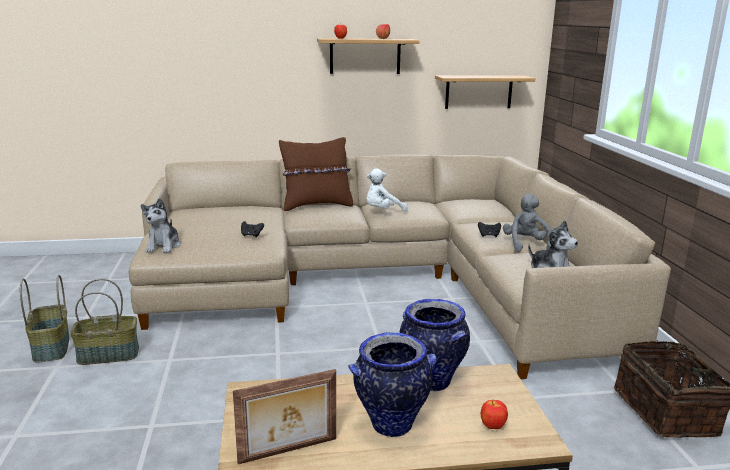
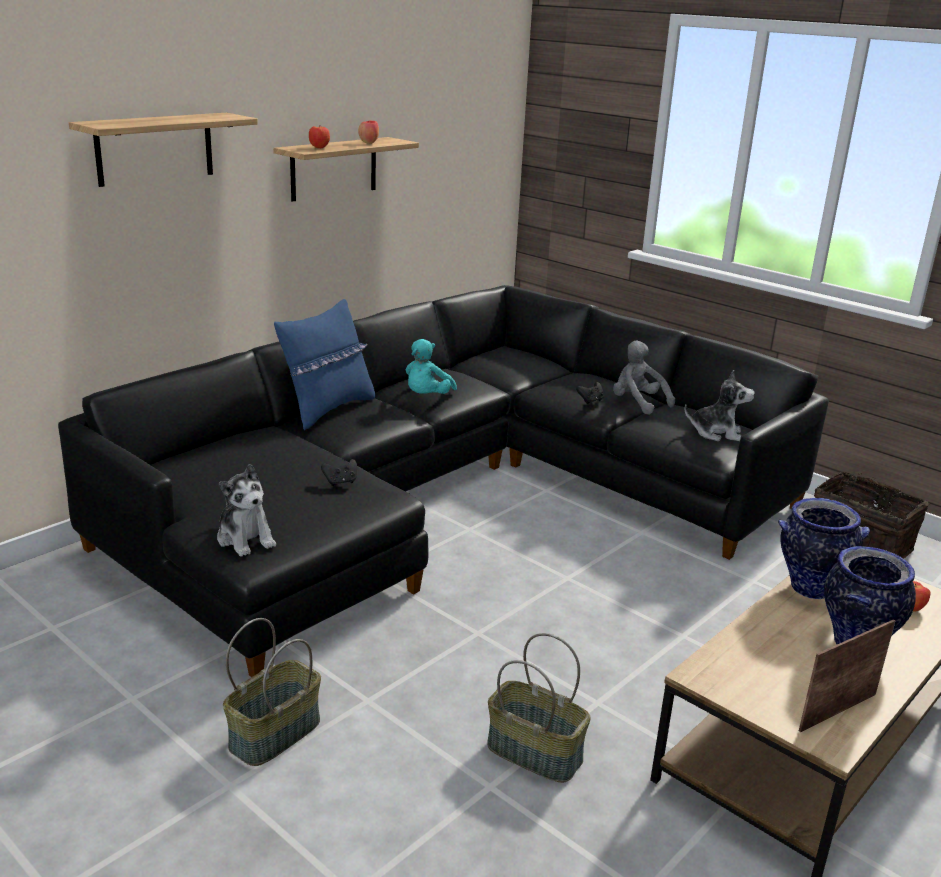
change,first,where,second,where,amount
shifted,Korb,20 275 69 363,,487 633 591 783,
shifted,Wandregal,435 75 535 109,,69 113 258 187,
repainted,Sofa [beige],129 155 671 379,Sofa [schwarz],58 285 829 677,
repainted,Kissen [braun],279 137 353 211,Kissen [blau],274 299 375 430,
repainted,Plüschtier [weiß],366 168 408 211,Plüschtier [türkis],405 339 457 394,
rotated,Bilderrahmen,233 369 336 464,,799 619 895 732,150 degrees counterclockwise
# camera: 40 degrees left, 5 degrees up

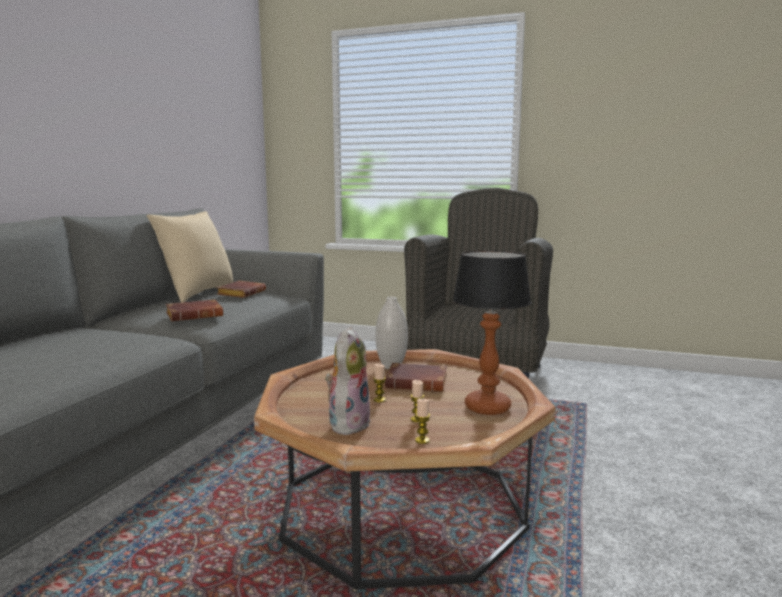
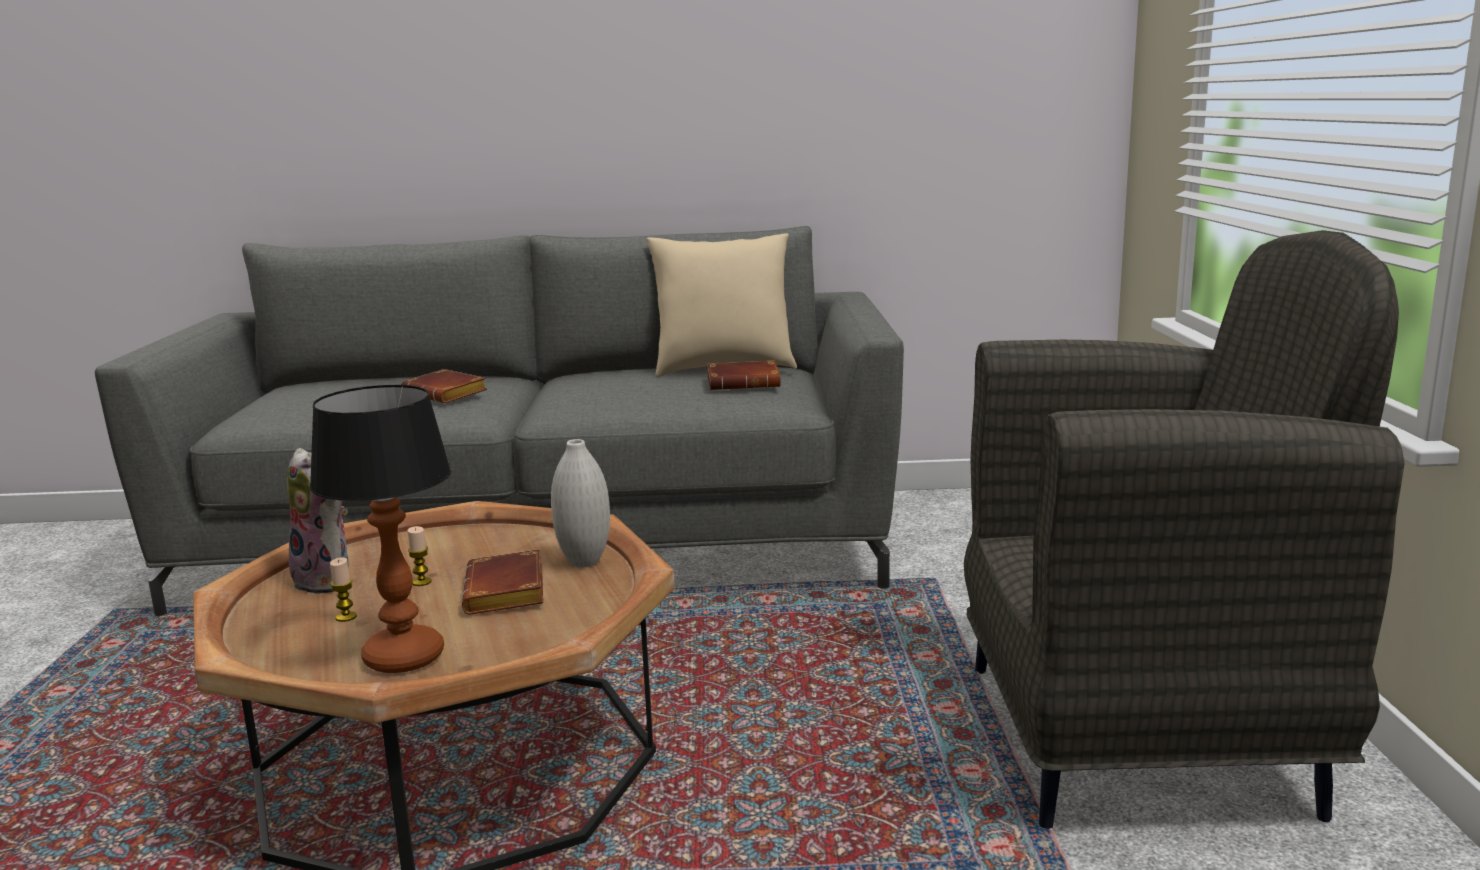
change,first,where,second,where,amount
gone,Kerze,415 398 430 444,,,
shifted,Buch [braun],166 299 223 321,,401 369 487 403,
rotated,Plüschtier,325 327 371 435,,287 448 349 595,45 degrees clockwise
# camera: 70 degrees right, 5 degrees up

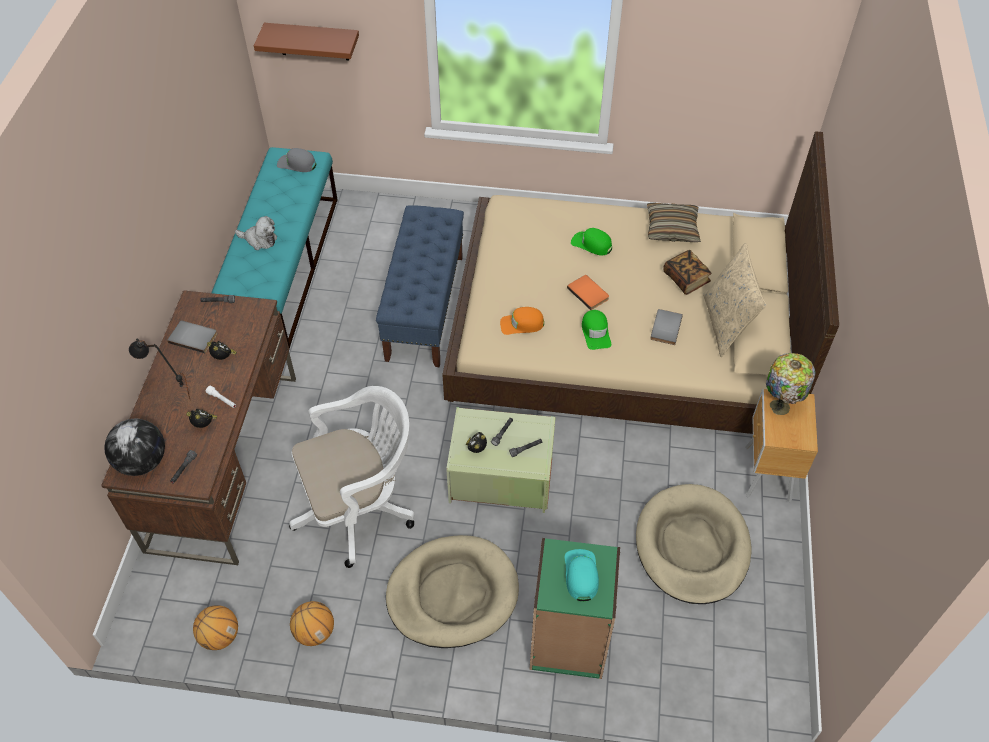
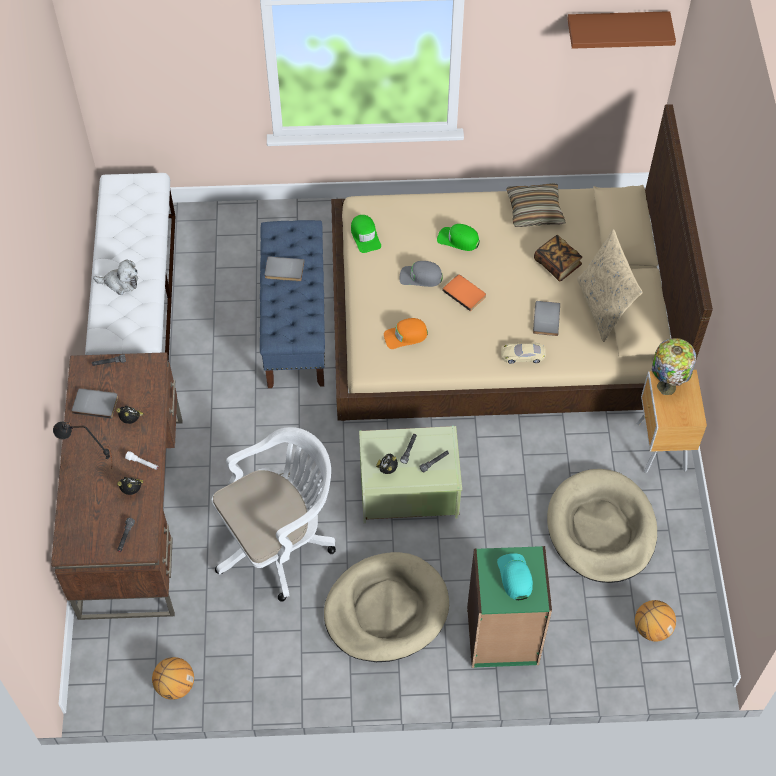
change,first,where,second,where,amount
gone,Globus,105 418 165 476,,,
new,,,Buch [grau],265 256 304 281,
new,,,Spielzeugauto [beige],501 341 546 364,
shifted,Wandregal [braun],254 23 359 60,,567 11 676 49,
shifted,Kappe [grau],277 148 316 172,,399 261 442 287,
shifted,Basketball,290 601 334 646,,635 600 676 642,
shifted,Kappe [grün],582 310 611 350,,351 215 381 253,
repainted,Bank [türkis],211 147 338 349,Bank [weiß],85 173 176 362,
# camera: 10 degrees left, 5 degrees up

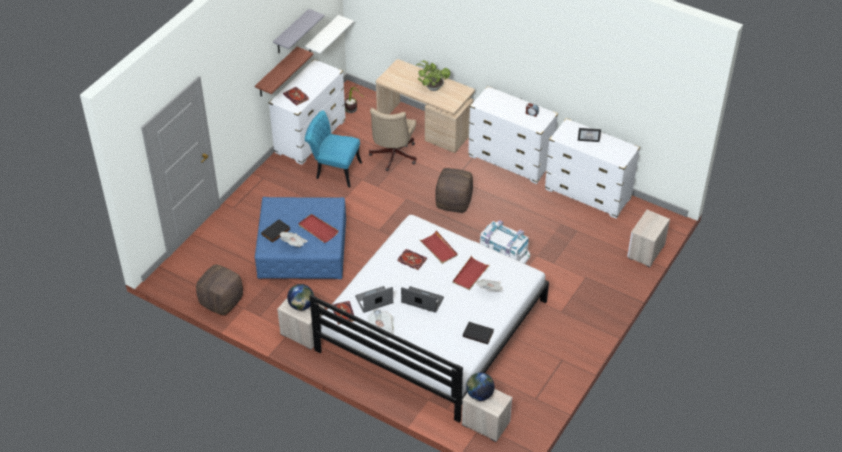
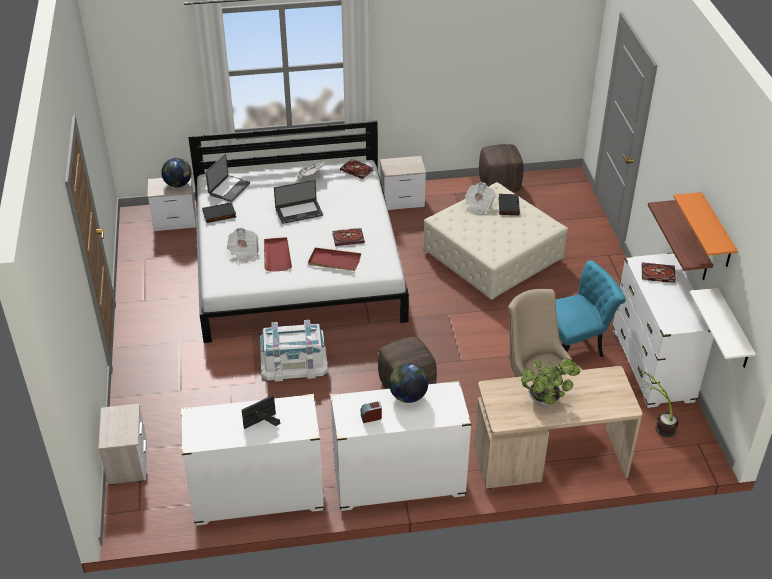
change,first,where,second,where,amount
gone,Tablett [rot],298 214 338 243,,,
shifted,Globus,287 284 314 311,,389 363 428 403,
shifted,Laptop,355 286 393 313,,205 154 250 202,
repainted,Polsterhocker [blau],255 197 346 279,Polsterhocker [beige],423 182 568 300,
repainted,Wandregal [grau],273 9 325 53,Wandregal [orange],673 192 738 267,
# camera: 140 degrees right, 5 degrees down

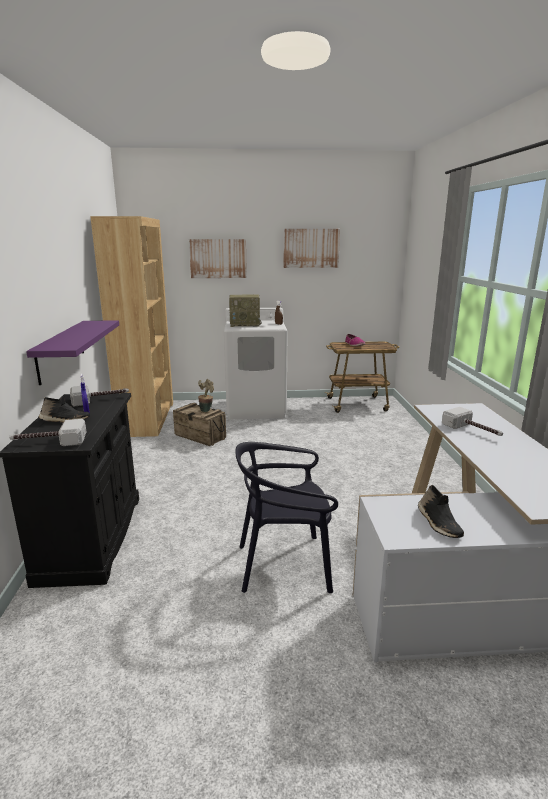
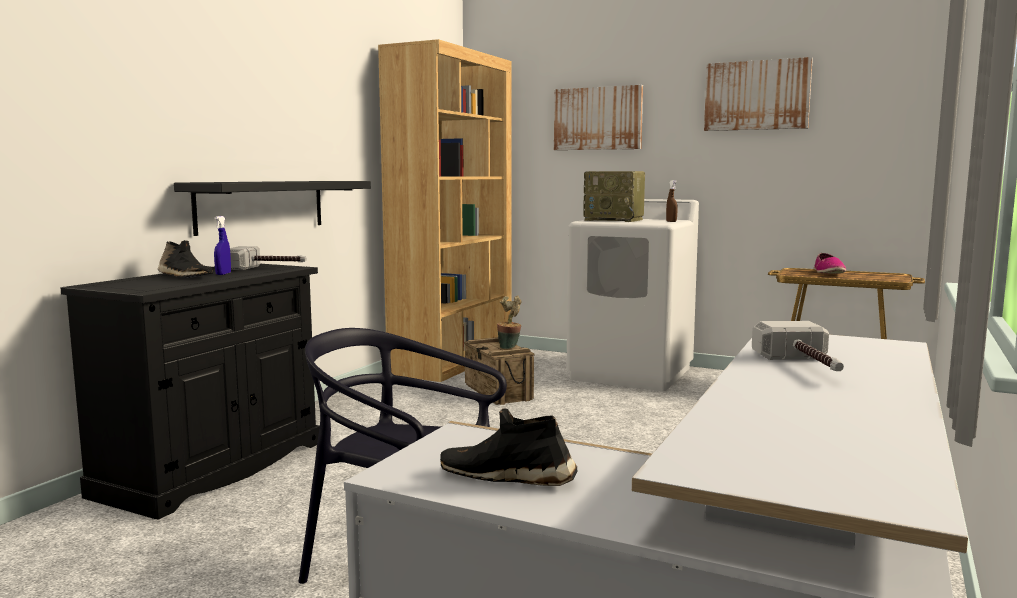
change,first,where,second,where,amount
gone,Hammer,9 419 87 446,,,
repainted,Wandregal [lila],26 320 119 385,Wandregal [schwarz],174 181 371 236,
rotated,Schuh [schwarz],418 485 464 538,,440 409 577 486,90 degrees clockwise
# camera: 30 degrees right, 10 degrees down

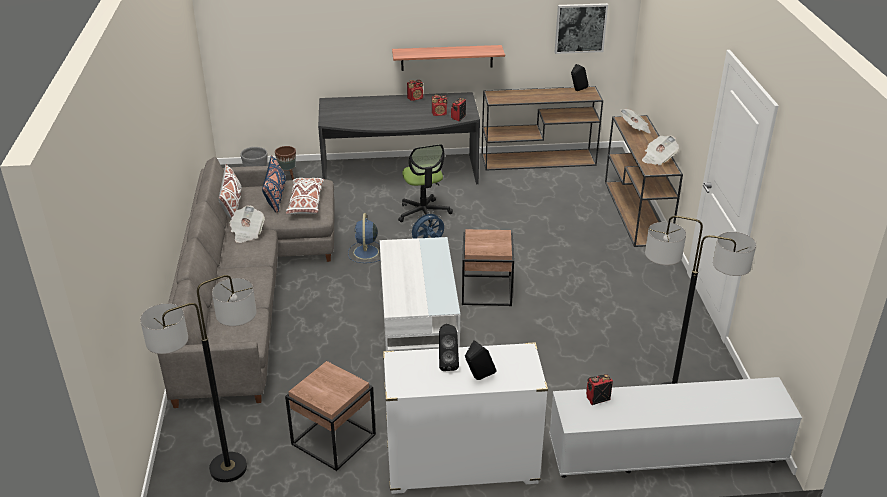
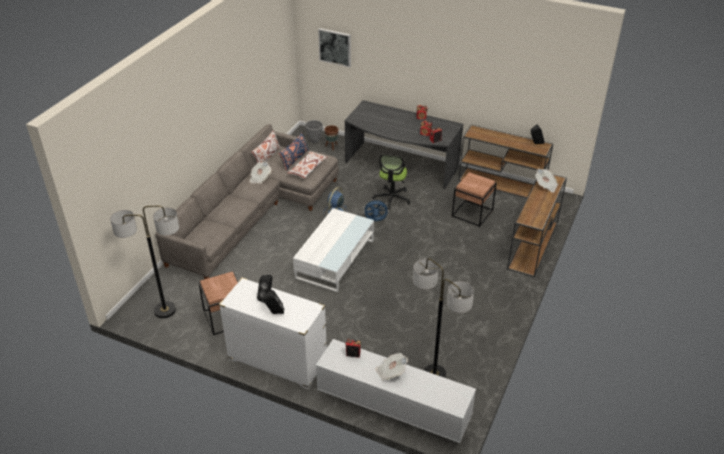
change,first,where,second,where,amount
gone,Wandregal,392 45 505 71,,,
shifted,Beistelltisch [braun],462 229 514 306,,452 172 497 227,
shifted,Bild,555 3 608 54,,318 28 351 67,
shifted,Zeitung,642 136 679 165,,375 353 408 381,
# camera: 30 degrees right, 5 degrees up

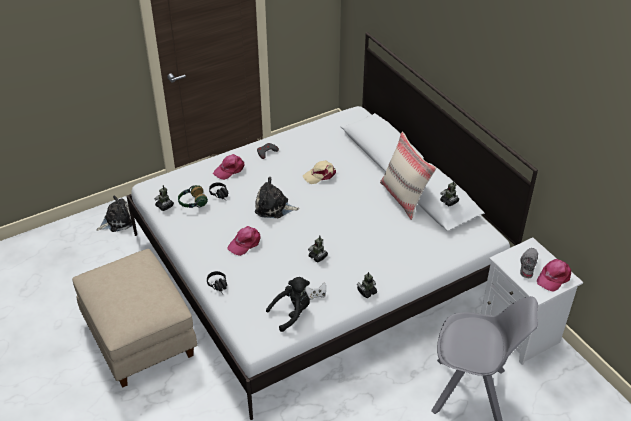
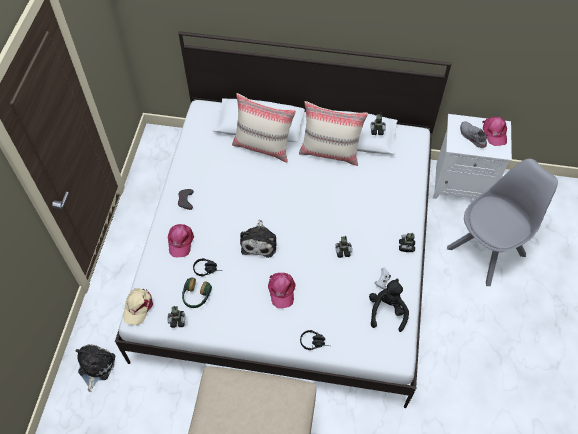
change,first,where,second,where,amount
new,,,Kissen [beige],232 93 296 163,
shifted,Kappe [beige],303 160 336 184,,123 288 153 325,
rotated,Plüschtier,255 177 300 218,,240 220 276 258,45 degrees counterclockwise
# camera: 50 degrees left, 15 degrees up

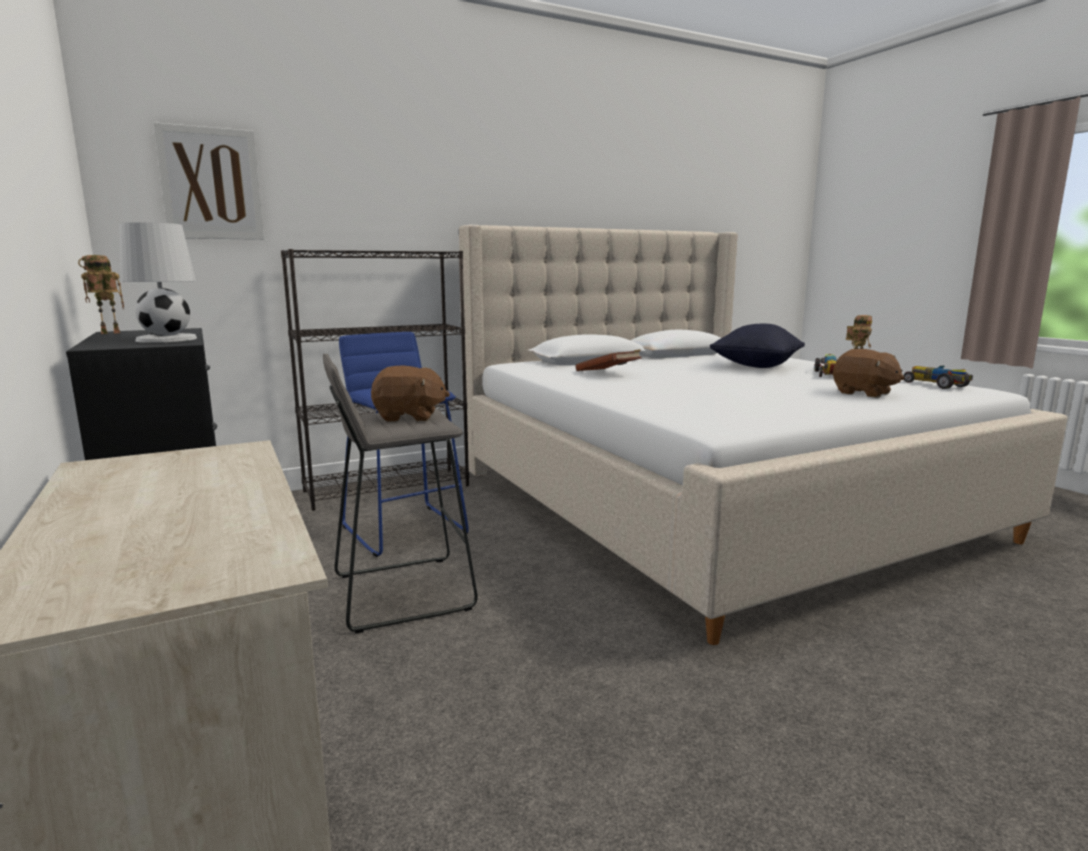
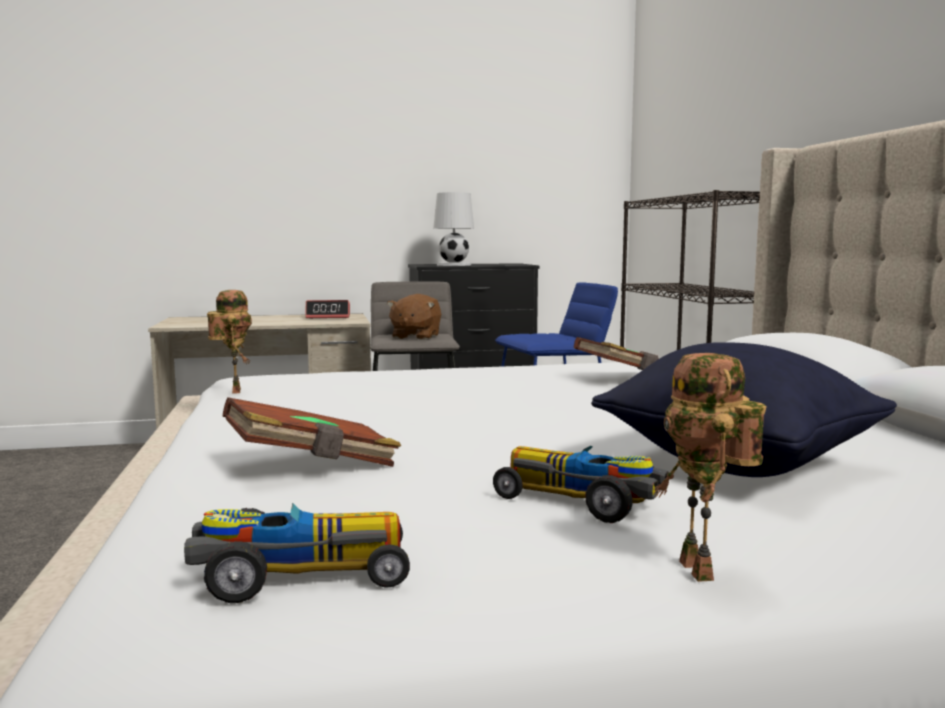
change,first,where,second,where,amount
gone,Bild,154 122 264 240,,,
new,,,Wecker,305 300 350 319,
shifted,Spielzeugroboter,78 255 124 334,,207 290 252 394,
swapped,Plüschtier [braun],833 349 905 398,Buch [braun],223 397 401 467,
# camera: 105 degrees right, 5 degrees down

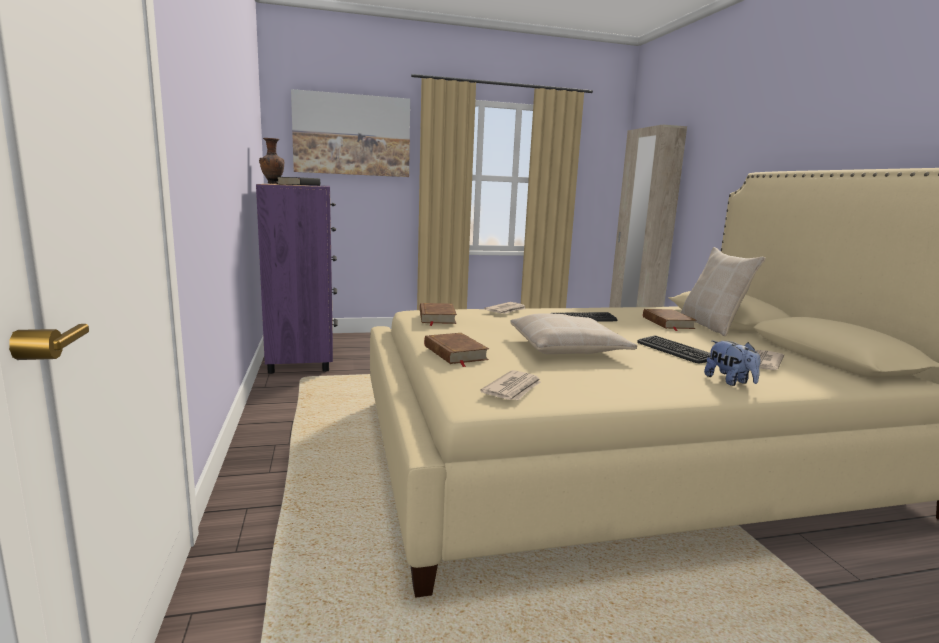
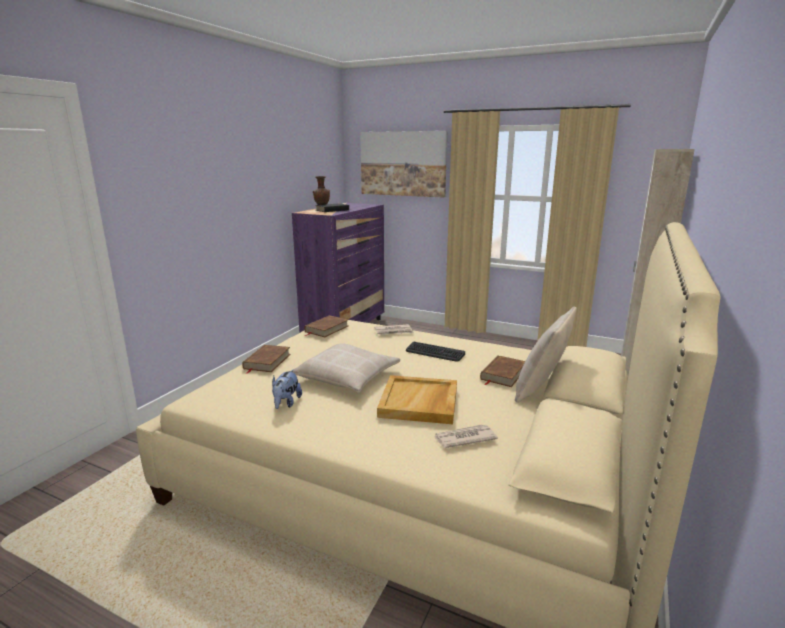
change,first,where,second,where,amount
gone,Zeitung,480 370 541 400,,,
shifted,Plüschtier,704 340 760 386,,272 370 302 409,
swapped,Tastatur,637 336 711 363,Tablett [beige],377 375 457 424,
# camera: 40 degrees right, 5 degrees up

